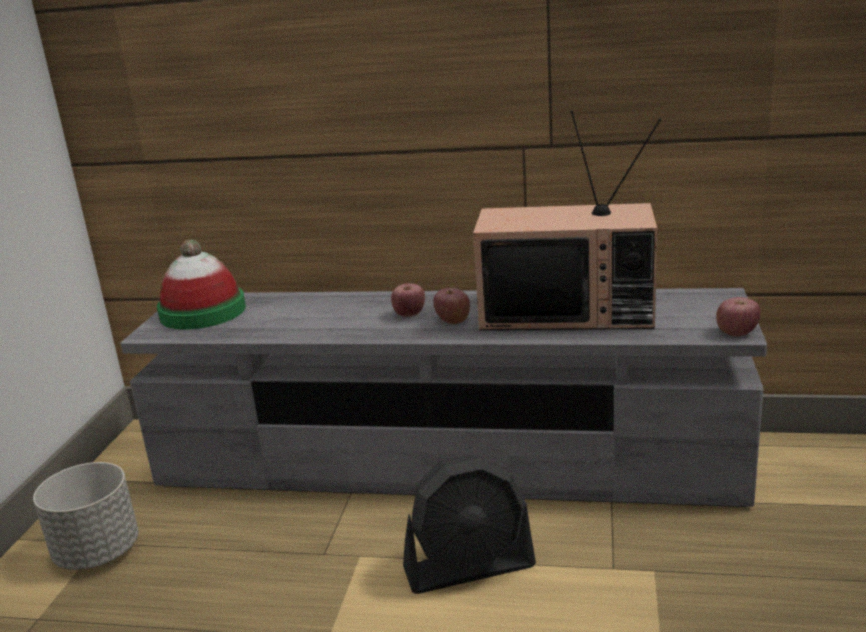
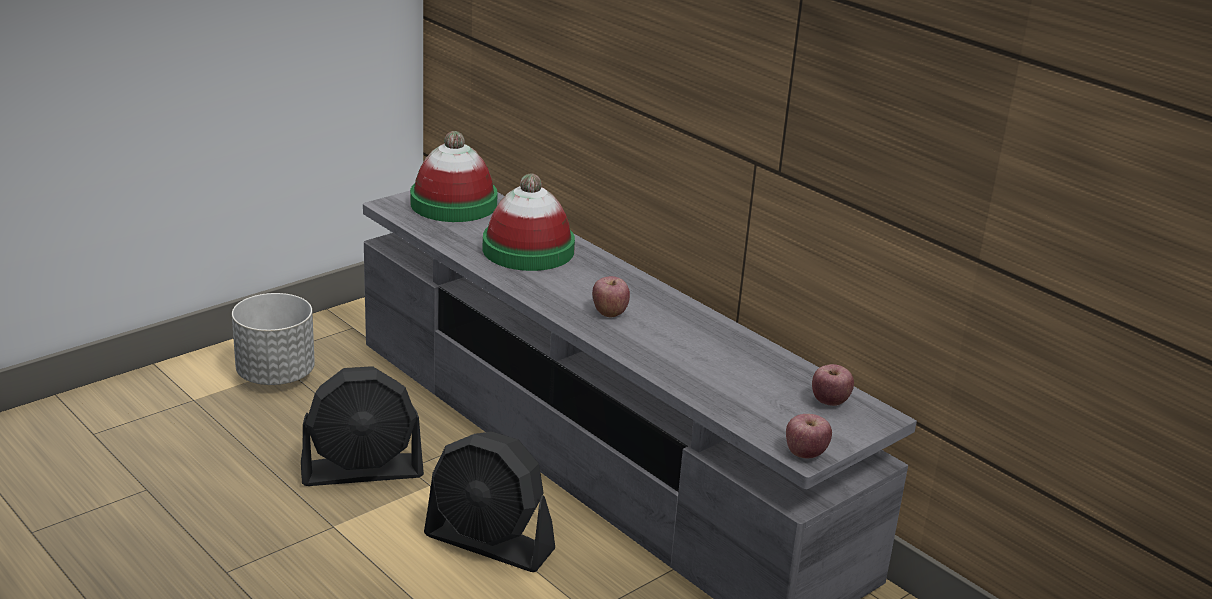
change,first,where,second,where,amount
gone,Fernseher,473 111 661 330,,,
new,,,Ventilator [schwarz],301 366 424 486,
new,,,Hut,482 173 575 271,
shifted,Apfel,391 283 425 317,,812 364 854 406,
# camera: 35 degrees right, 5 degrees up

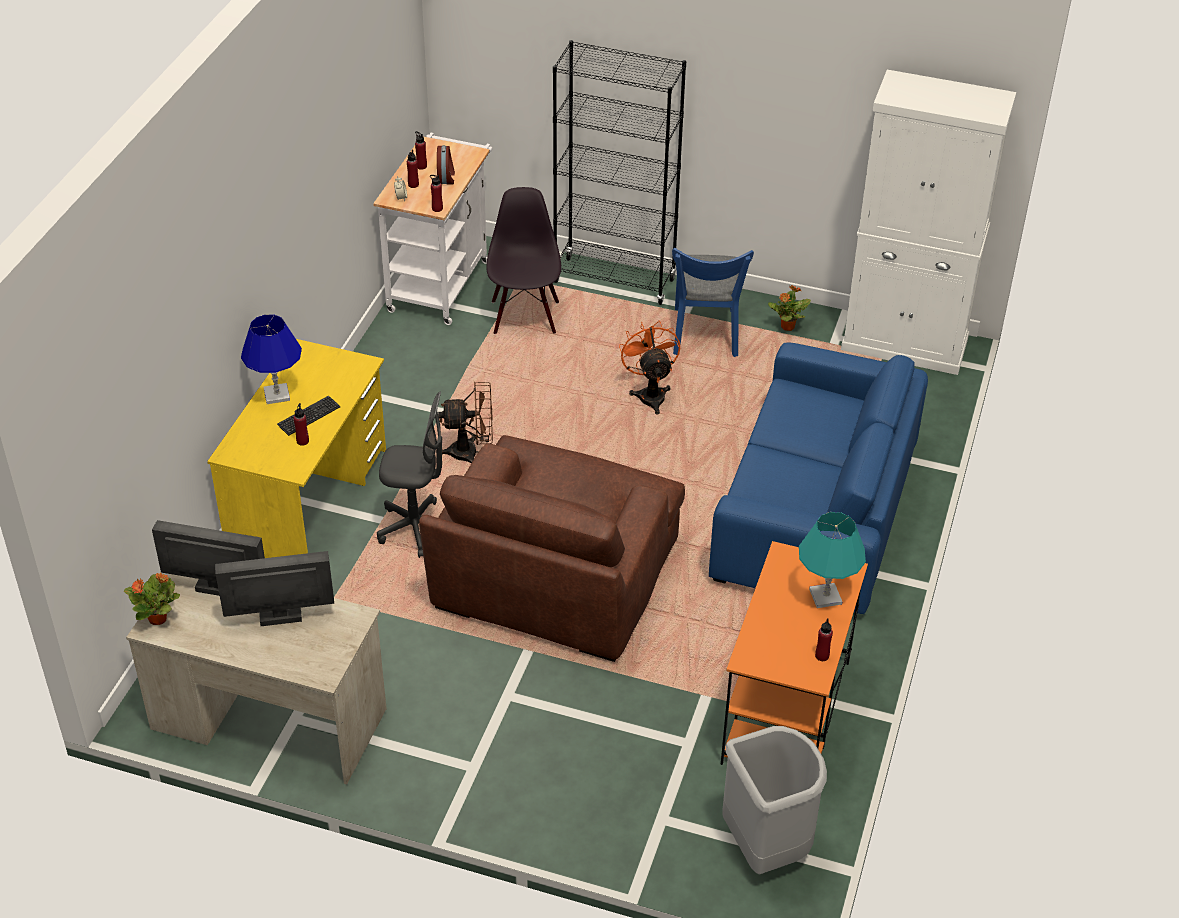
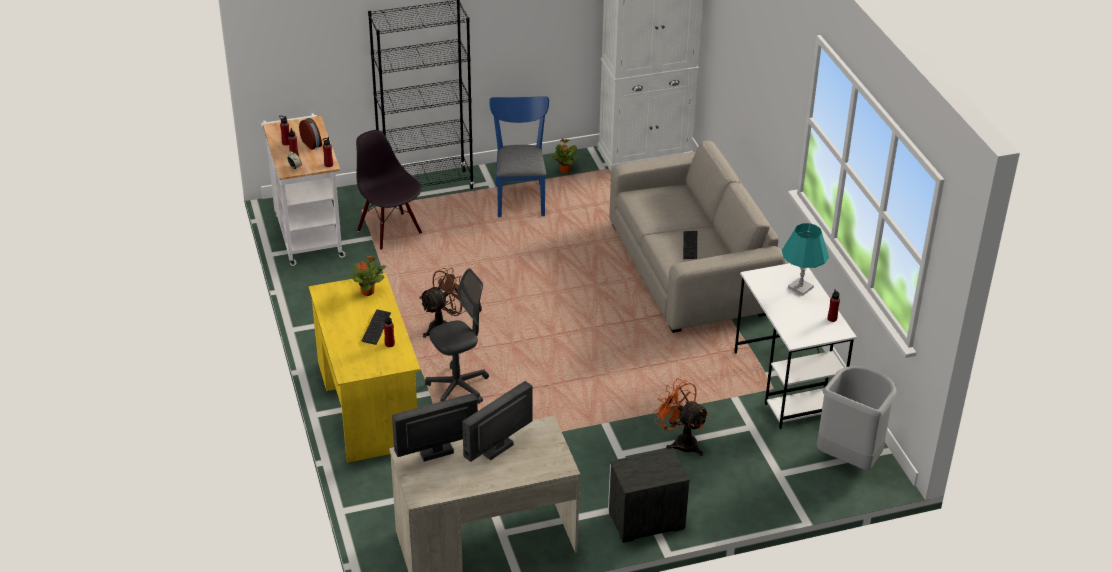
change,first,where,second,where,amount
gone,Tischlampe [blau],241 314 302 404,,,
gone,Sessel [braun],419 435 685 662,,,
new,,,Nachttisch,608 448 690 543,
new,,,Tastatur,683 231 697 259,
shifted,Topfpflanze,124 572 180 625,,348 256 386 296,
shifted,Ventilator [orange],619 320 680 414,,653 378 709 456,
repainted,Sofa [blau],709 343 928 614,Sofa [beige],609 141 785 333,
repainted,Schreibtisch [orange],720 541 868 765,Schreibtisch [weiß],735 263 857 429,
rotated,Stuhl [blau],672 248 754 357,,489 96 549 217,150 degrees counterclockwise
# camera: 35 degrees left, 5 degrees down

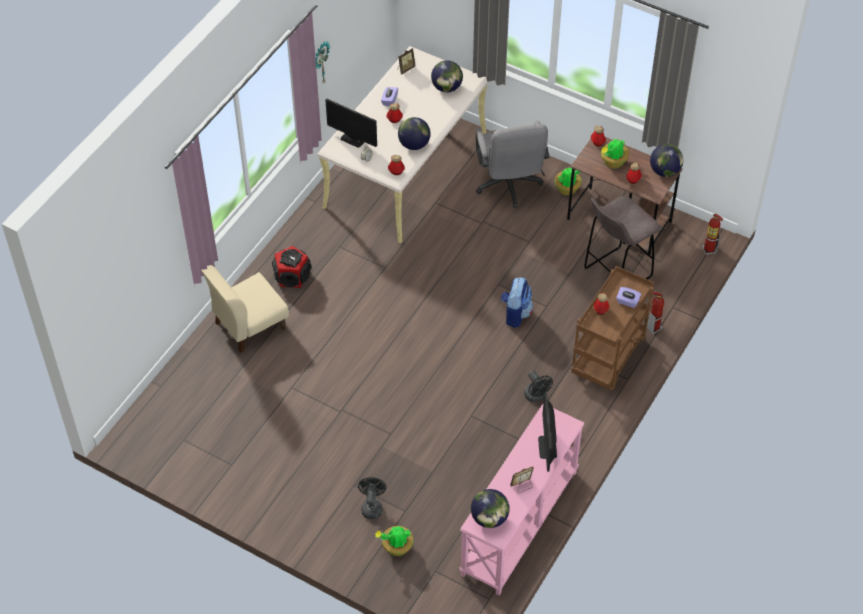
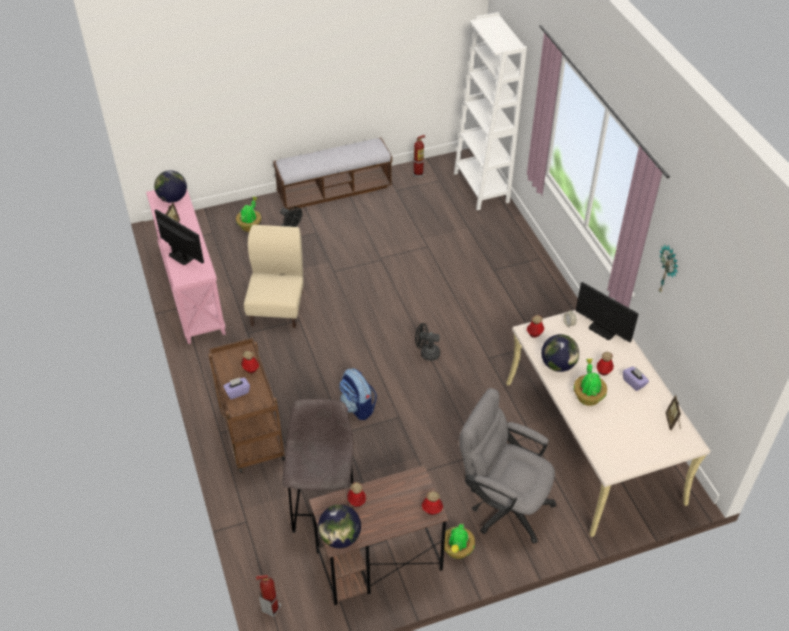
change,first,where,second,where,amount
gone,Lautsprecher,272 246 312 288,,,
gone,Globus,431 60 463 92,,,
new,,,Bank,273 138 392 210,
new,,,Bücherregal [weiß],454 12 527 210,
shifted,Stuhl [beige],201 265 289 353,,244 225 304 327,
shifted,Ventilator [schwarz],524 371 553 402,,415 323 440 361,
shifted,Topfpflanze,601 138 629 169,,574 359 607 406,
shifted,Feuerlöscher,647 291 664 334,,413 135 425 177,
rotated,Monitor,326 99 377 147,,576 282 639 342,120 degrees counterclockwise
# camera: 130 degrees right, 5 degrees down

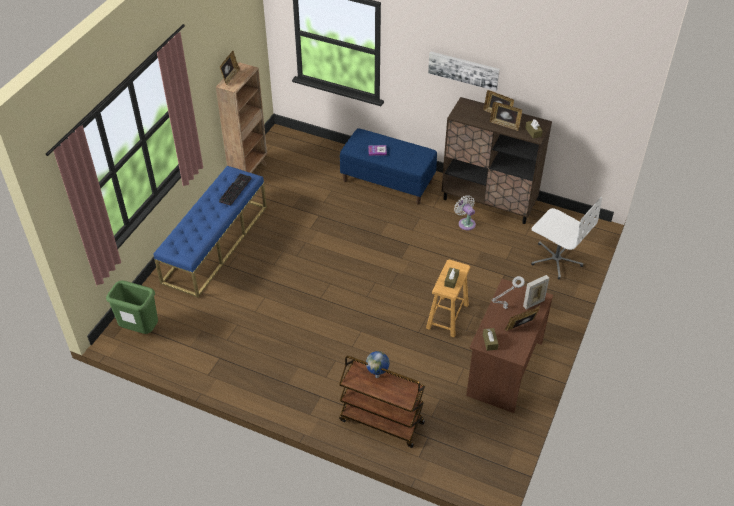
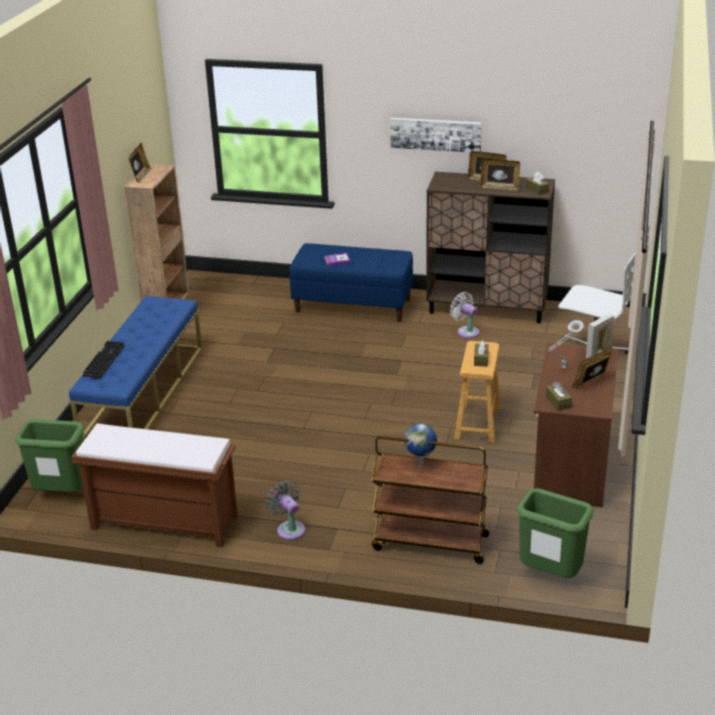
change,first,where,second,where,amount
new,,,Bank [braun],71 423 238 547,
new,,,Ventilator [grau],265 481 305 540,
new,,,Mülleimer [grün],517 488 594 578,
shifted,Tastatur,219 173 252 206,,83 341 125 378,
# camera: 10 degrees left, 15 degrees down

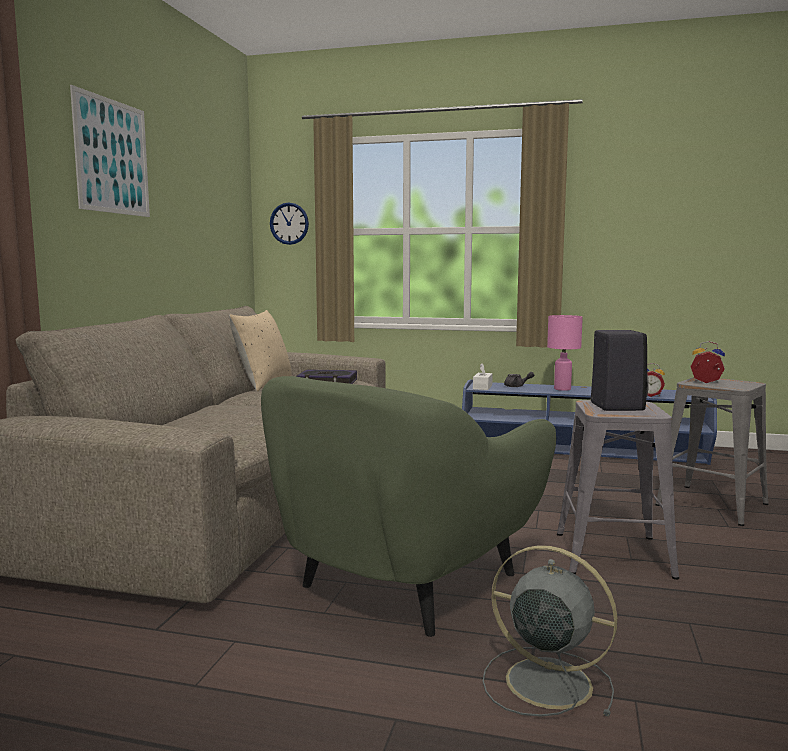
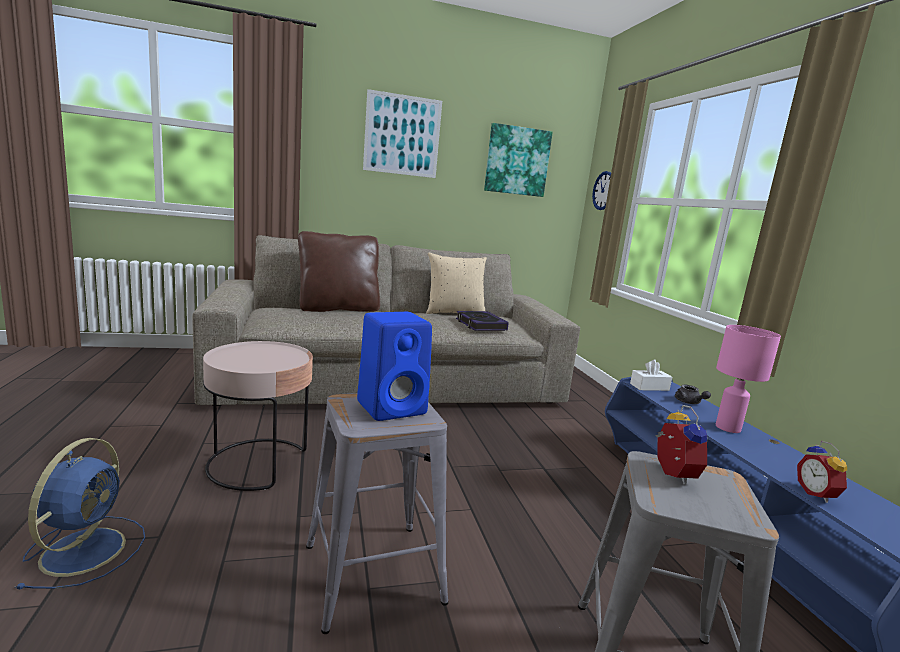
change,first,where,second,where,amount
new,,,Kissen [braun],298 231 380 312,
new,,,Bild,484 123 553 197,
swapped,Sessel [grün],261 376 556 637,Beistelltisch [rosa],203 341 313 491,
repainted,Ventilator [grau],483 545 618 717,Ventilator [blau],15 438 145 589,
repainted,Lautsprecher [schwarz],591 330 649 411,Lautsprecher [blau],357 312 432 421,
# camera: 60 degrees right, 5 degrees up

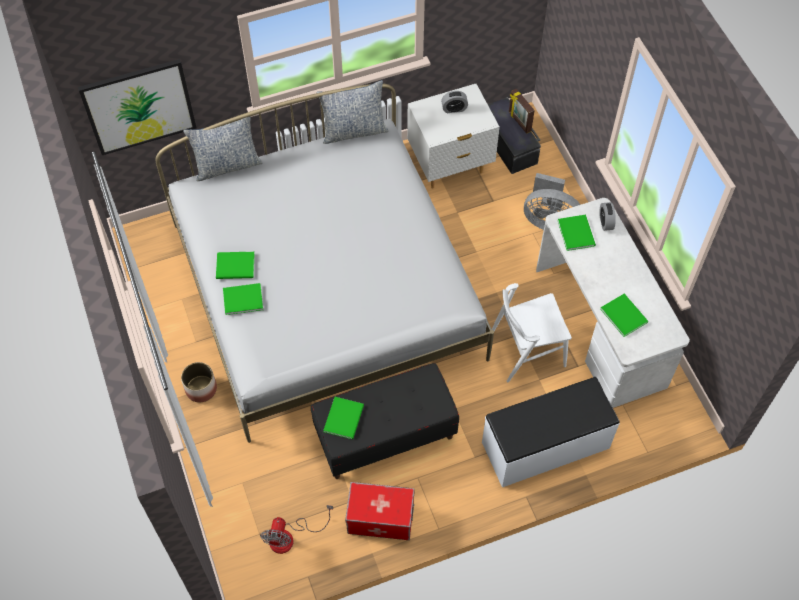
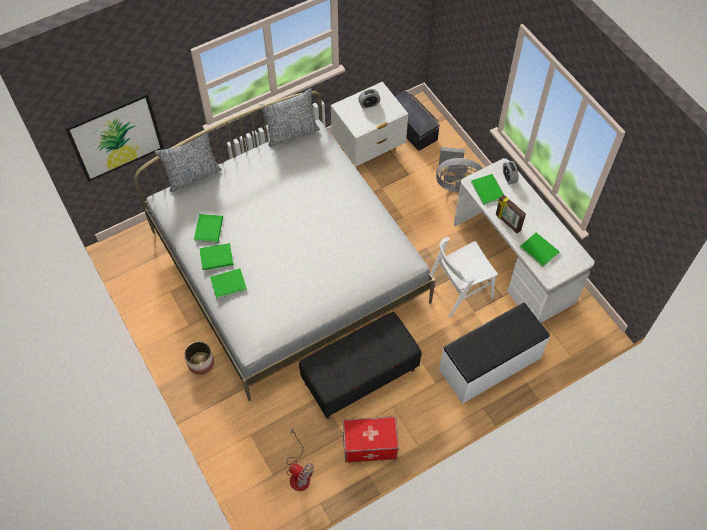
change,first,where,second,where,amount
shifted,Buch [grün],323 397 364 439,,194 214 223 243,
shifted,Bilderrahmen,509 89 535 134,,496 194 526 234,
rotated,Ventilator,260 505 333 554,,287 428 314 491,60 degrees counterclockwise
# camera: 10 degrees left, 0 degrees up

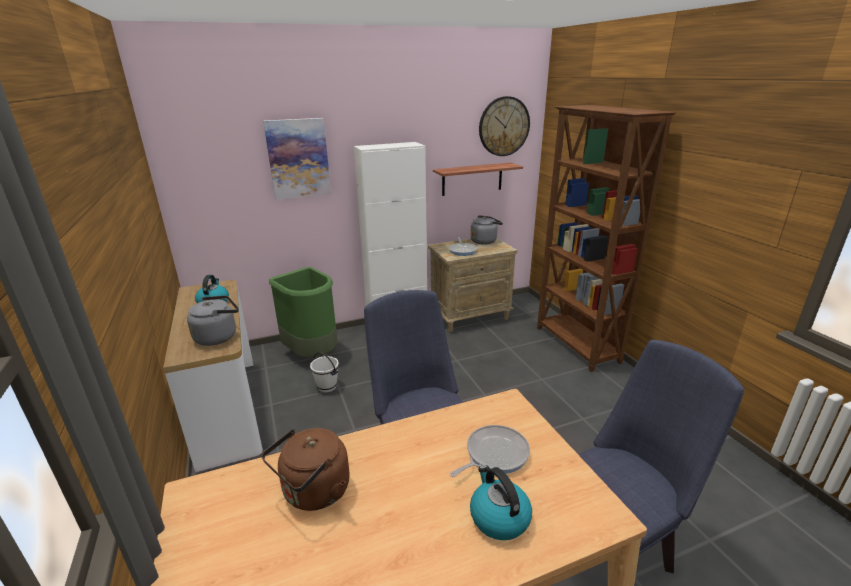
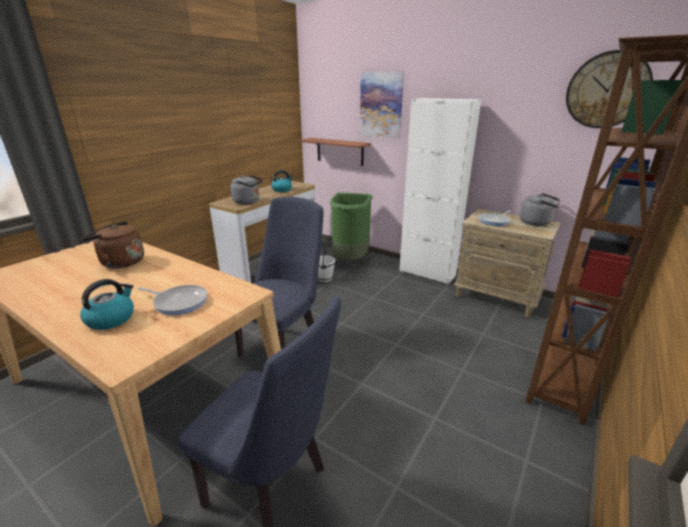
change,first,where,second,where,amount
shifted,Wandregal,433 162 523 196,,299 138 371 166,
# camera: 55 degrees right, 0 degrees up

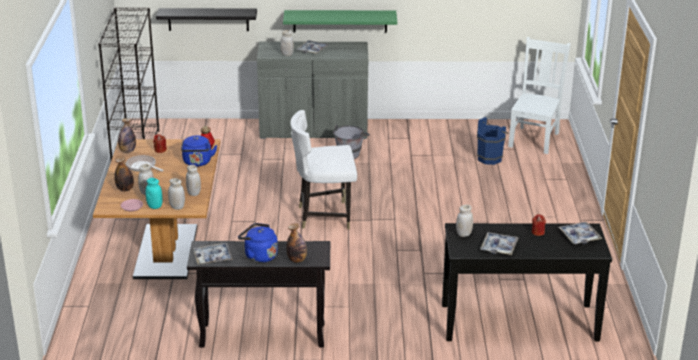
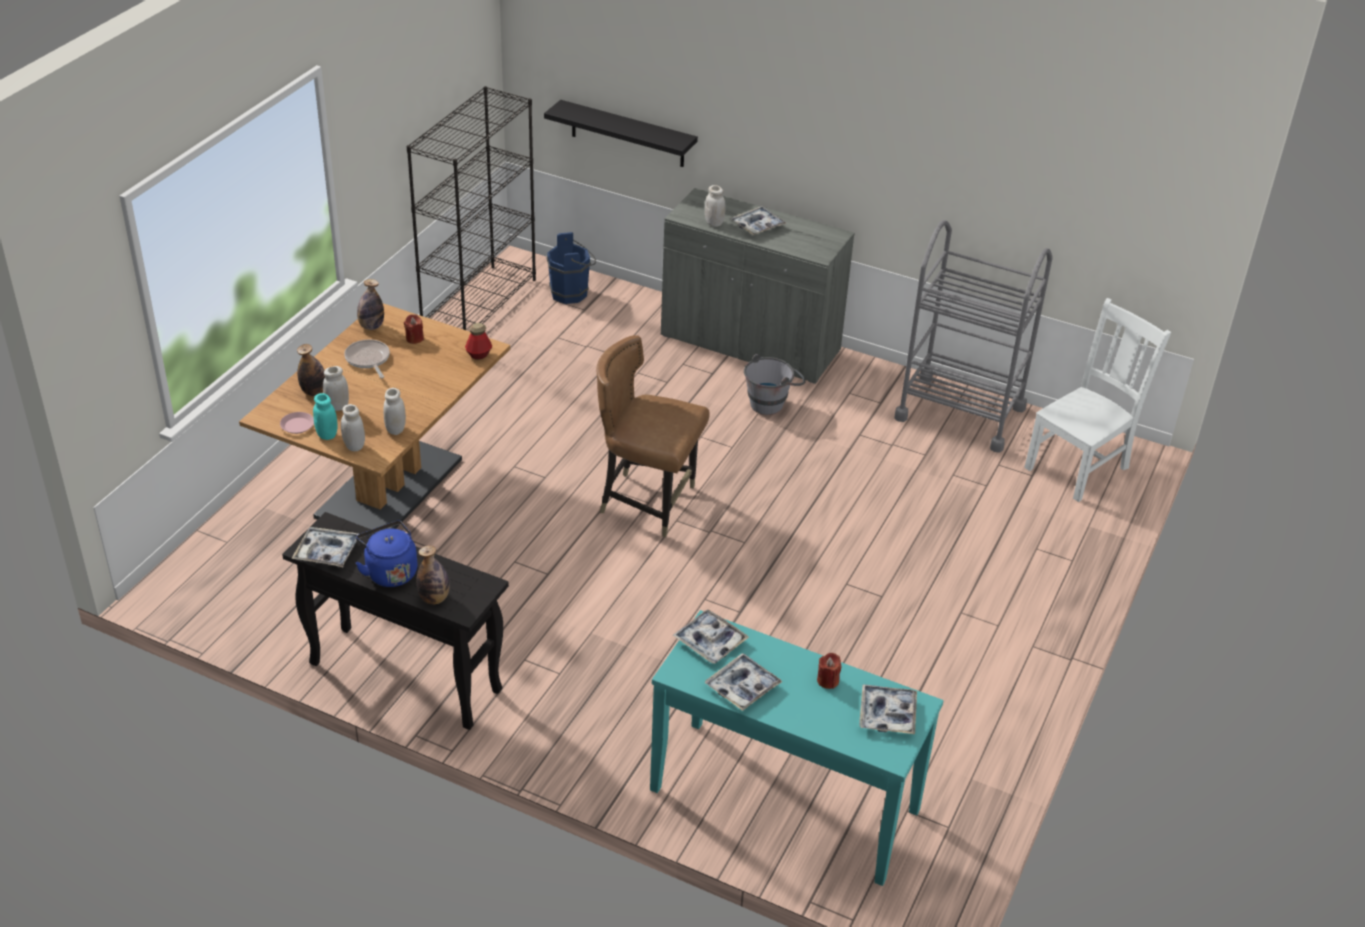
change,first,where,second,where,amount
gone,Wasserkessel [blau],181 135 217 167,,,
gone,Wandregal [grün],283 10 397 33,,,
new,,,Rollwagen [grau],894 220 1053 453,
shifted,Eimer [blau],477 117 509 165,,547 232 596 304,
swapped,Vorratsglas [weiß],456 205 473 237,Tablett,672 609 749 664,
repainted,Stuhl [weiß],290 110 357 229,Stuhl [braun],596 335 710 537,
repainted,Konsolentisch [schwarz],442 223 612 341,Konsolentisch [türkis],650 610 943 886,
# camera: 25 degrees right, 10 degrees up

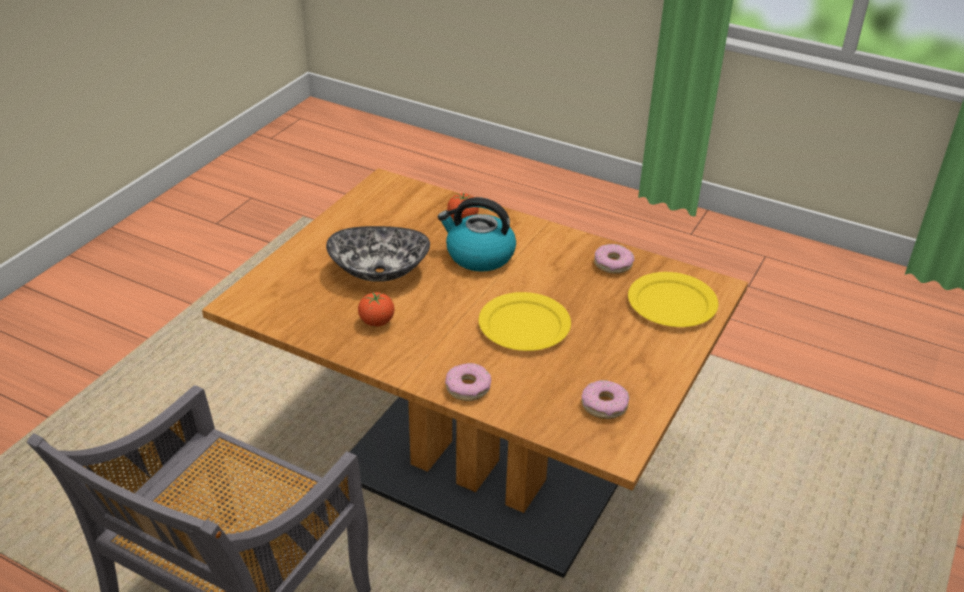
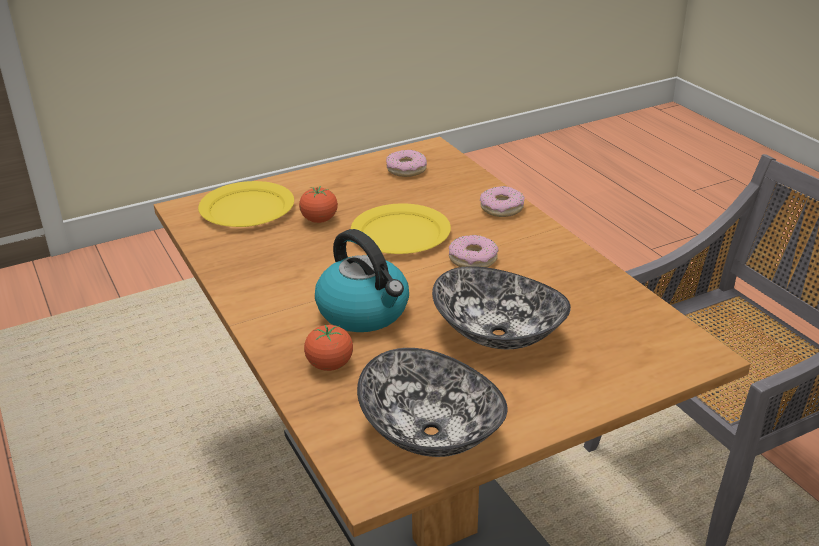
change,first,where,second,where,amount
new,,,Schüssel,357 348 508 457,
shifted,Tomate,358 292 395 327,,299 186 338 223,
shifted,Donut,594 244 635 274,,449 235 499 267,
# camera: 145 degrees left, 5 degrees down

